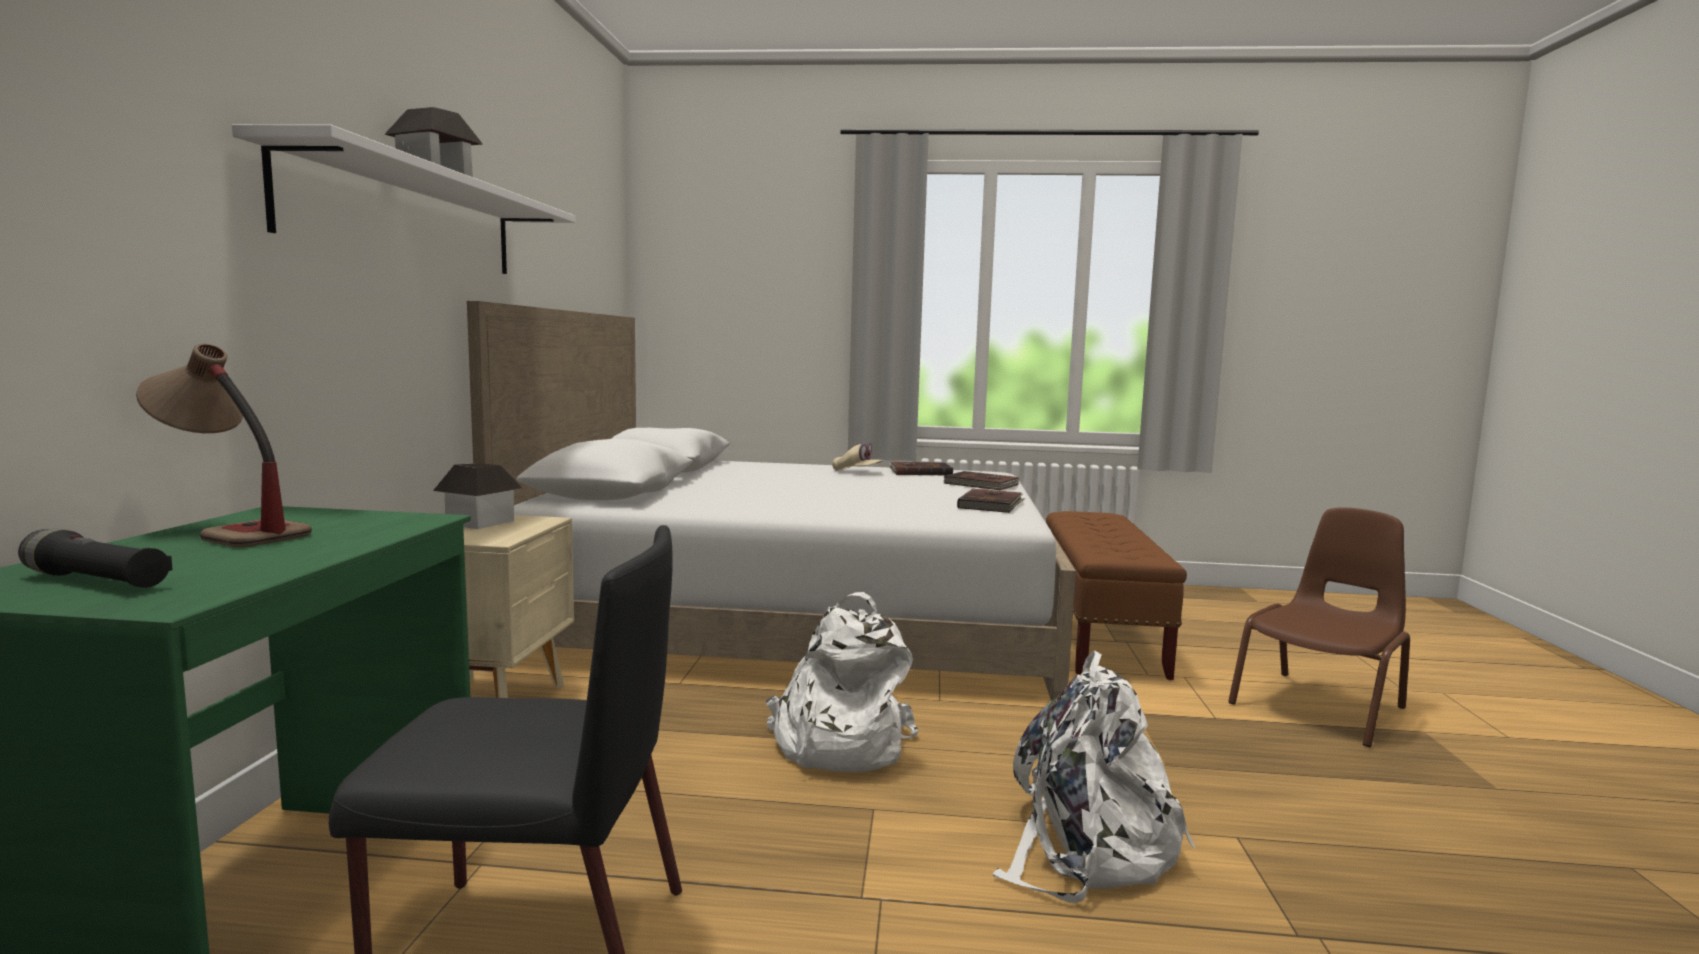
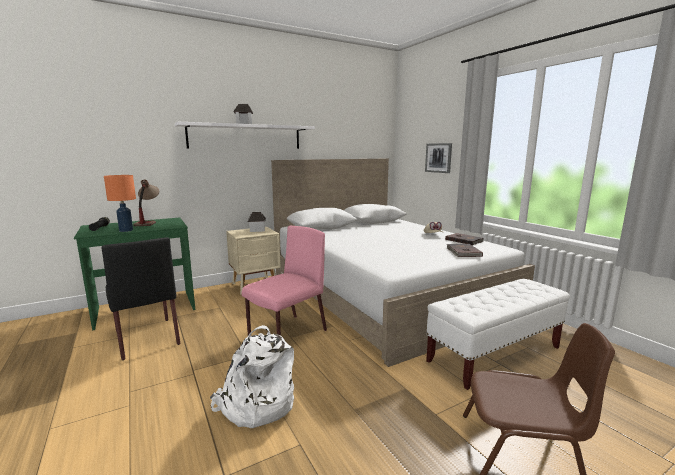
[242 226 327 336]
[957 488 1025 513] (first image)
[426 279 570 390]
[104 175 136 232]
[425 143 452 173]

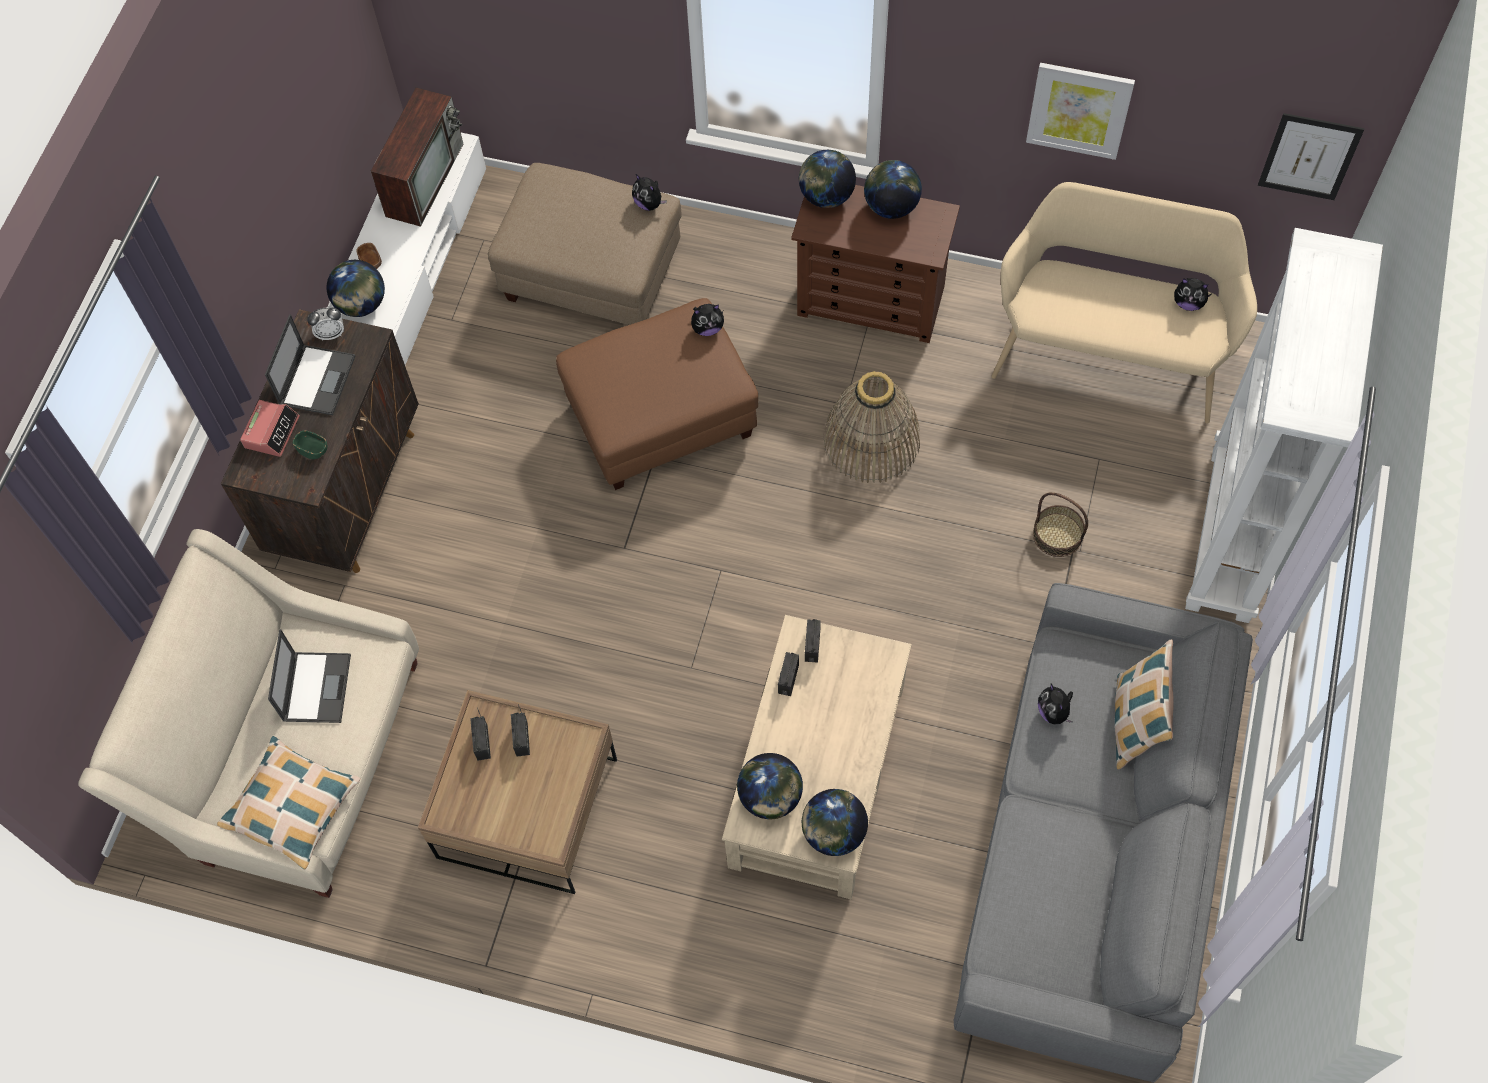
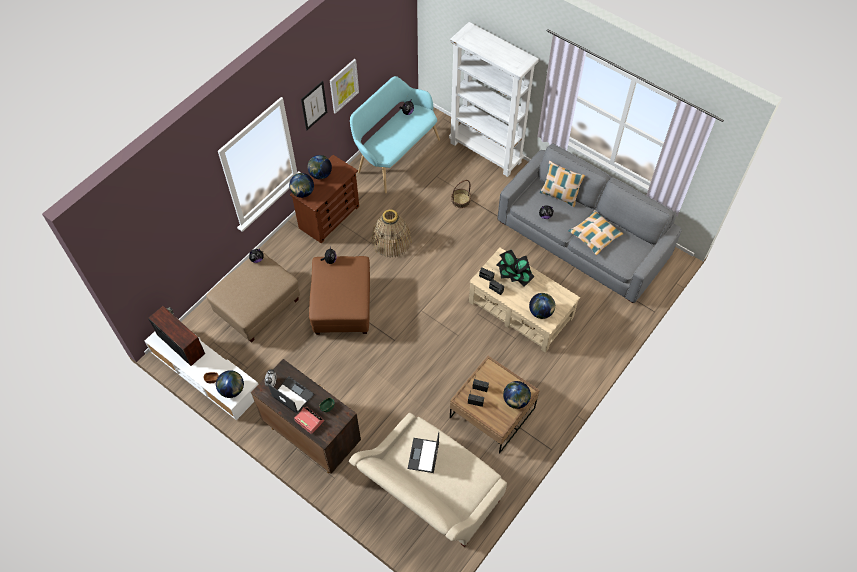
[568 210 623 255]
[408 432 439 473]
[503 381 531 409]
[350 76 440 193]
[301 81 327 130]
[496 250 534 287]

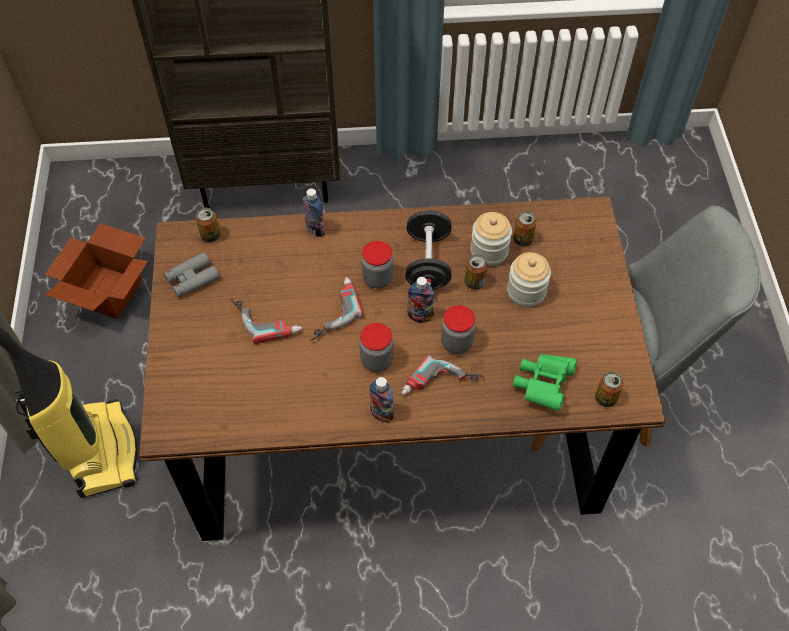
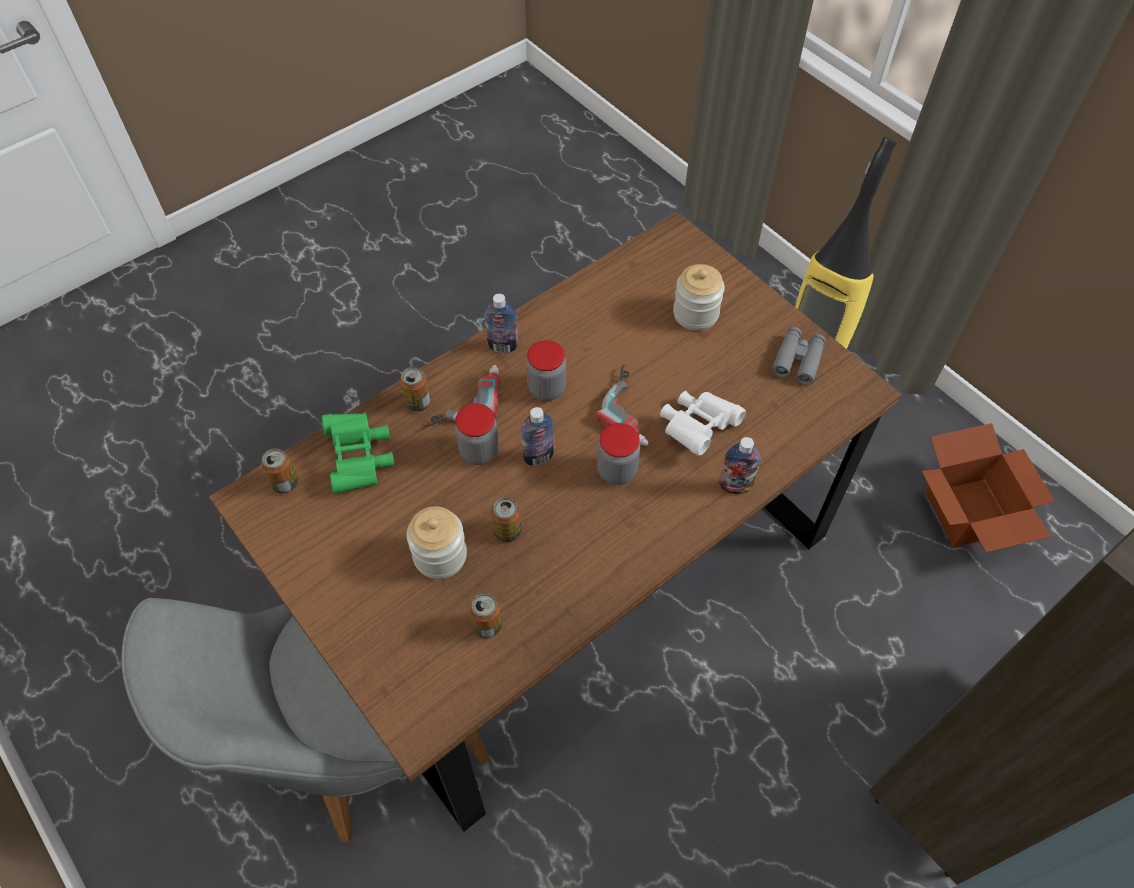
[400 367 430 411]
[231 298 303 344] (first image)
[405 210 452 290] (first image)
[673 264 725 331]
[660 391 746 456]

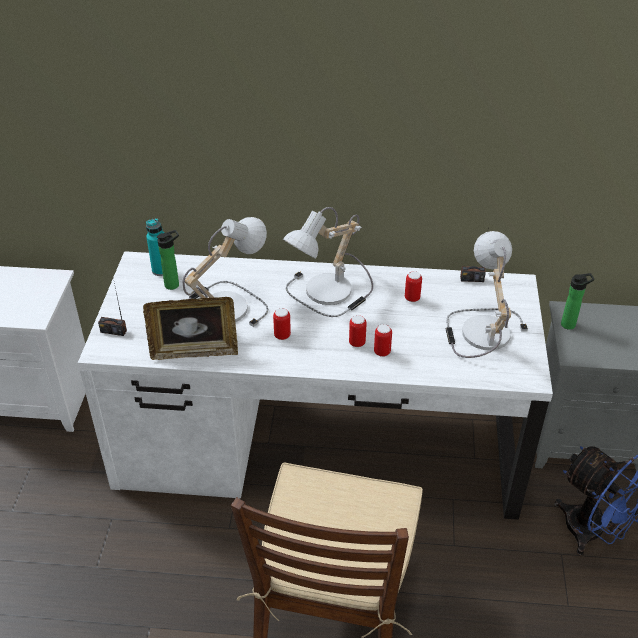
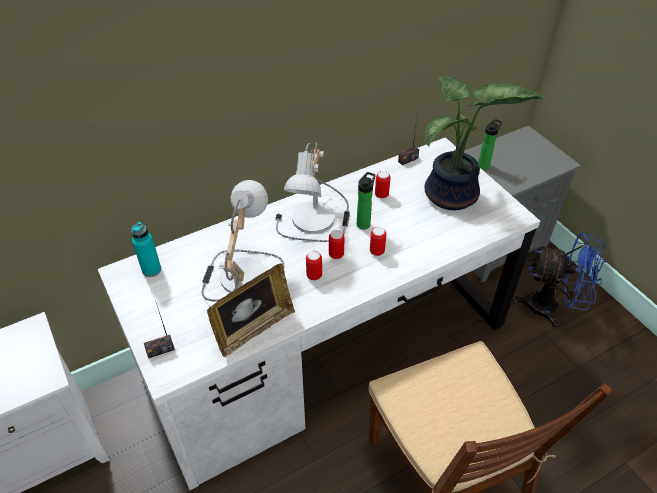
[357 172 375 230]
[329 230 345 259]
[424 77 546 210]

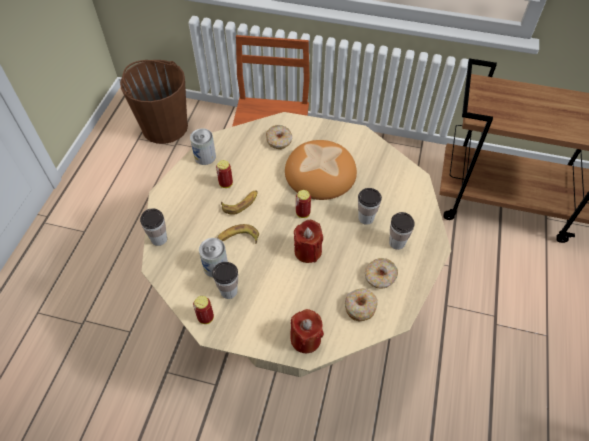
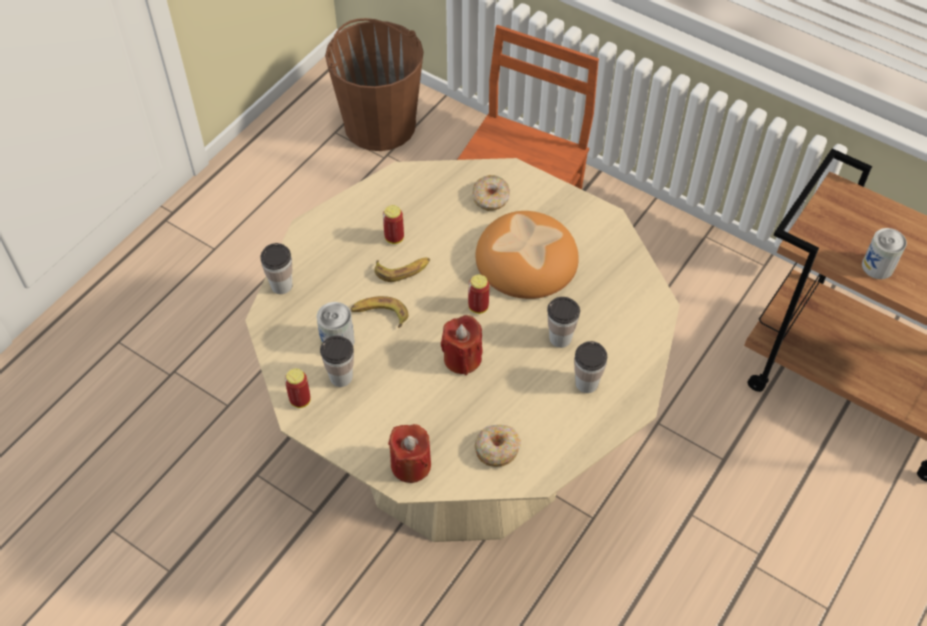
[862 228 907 279]
[365 258 398 289] (first image)

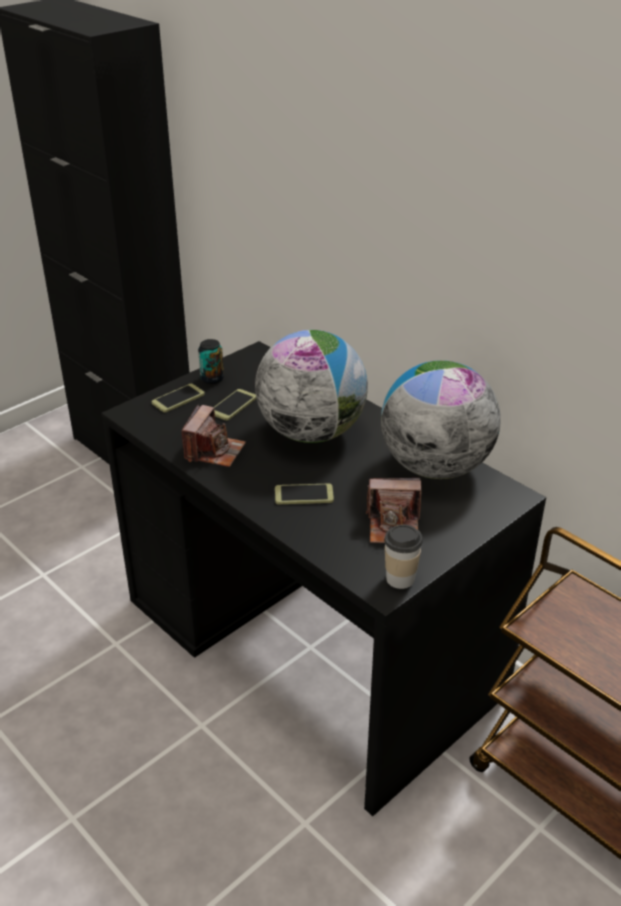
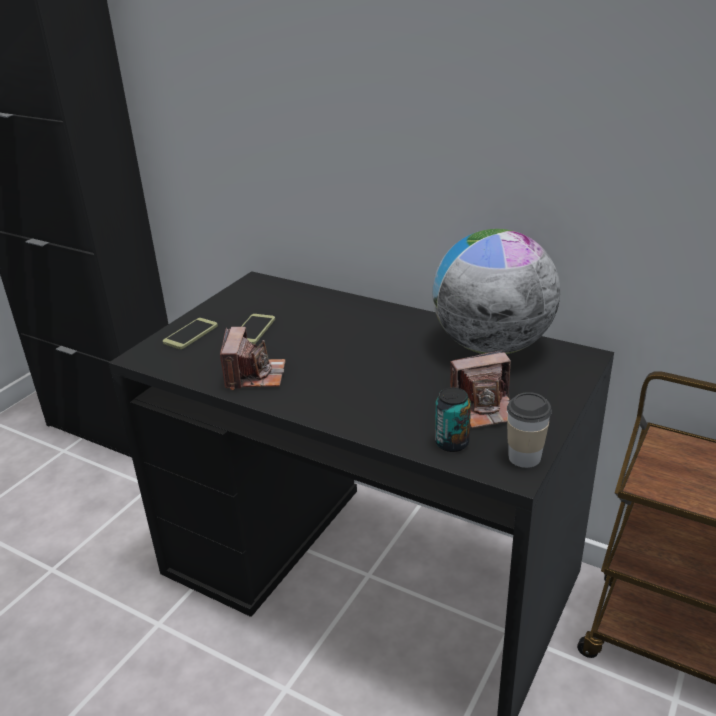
[435 387 471 452]
[255 330 368 443] (first image)
[275 484 334 504] (first image)

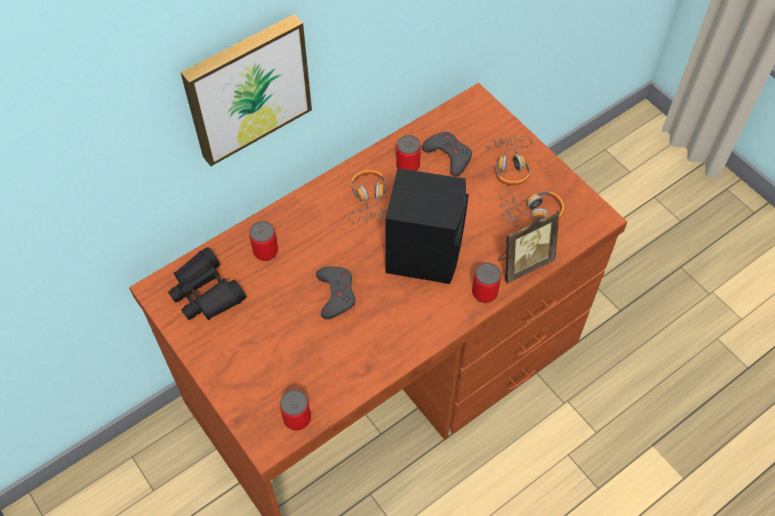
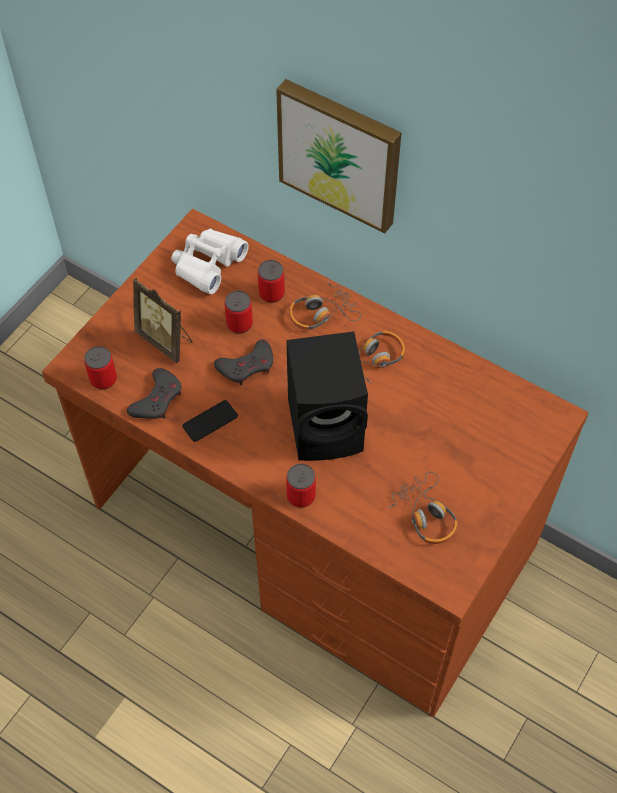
[171 229 249 294]
[224 291 253 334]
[126 368 181 419]
[289 281 361 330]
[133 278 192 363]
[182 400 238 442]

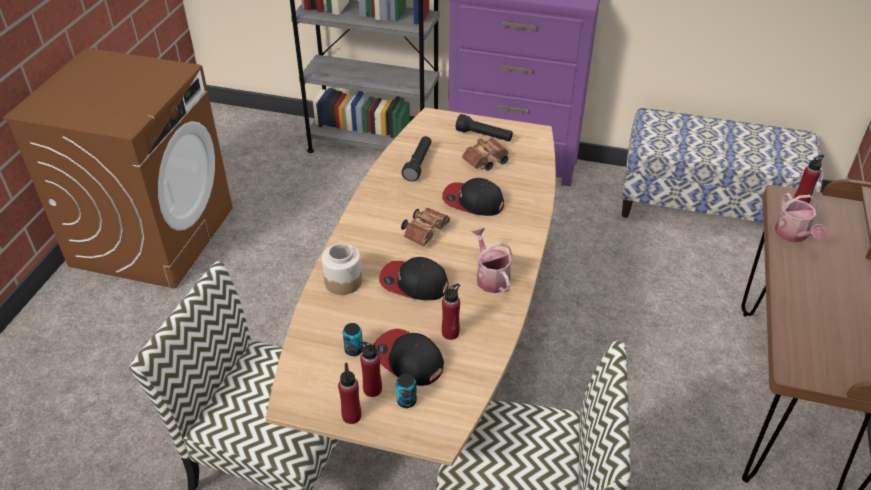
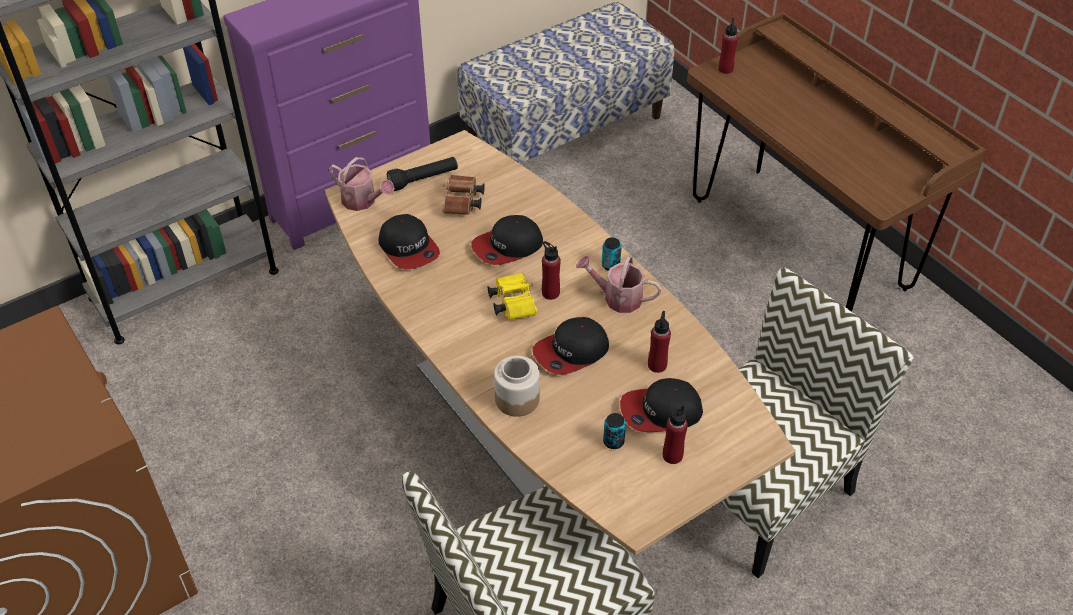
[542 241 561 300]
[602 237 622 271]
[378 214 440 270]
[488 272 537 320]
[329 157 395 211]

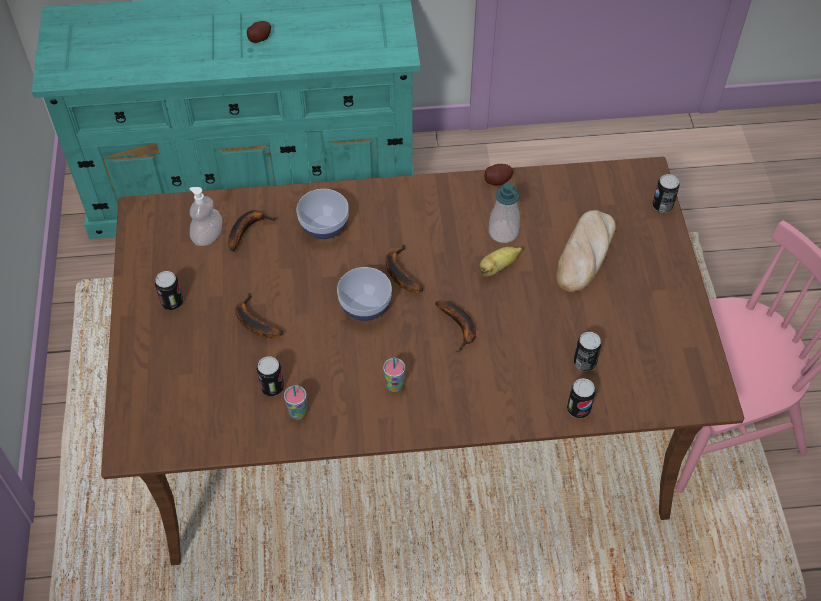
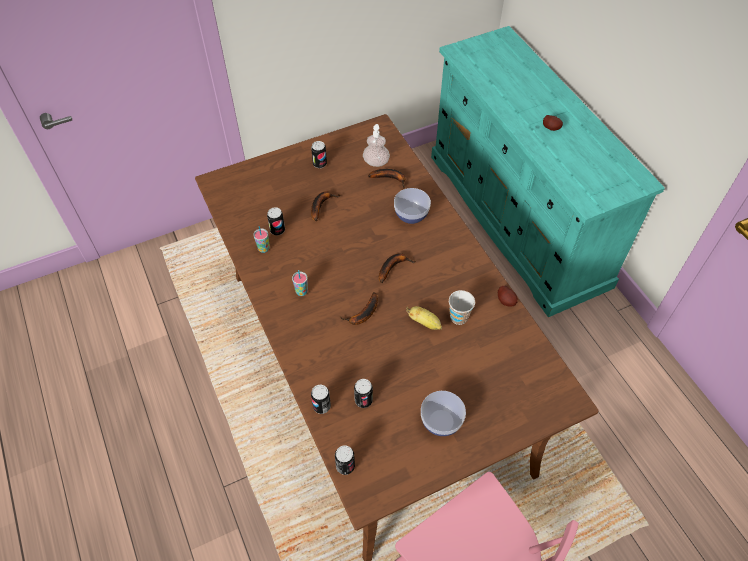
[421 391 466 436]
[449 290 475 325]
[556 210 616 292] (first image)
[335 445 355 475]

